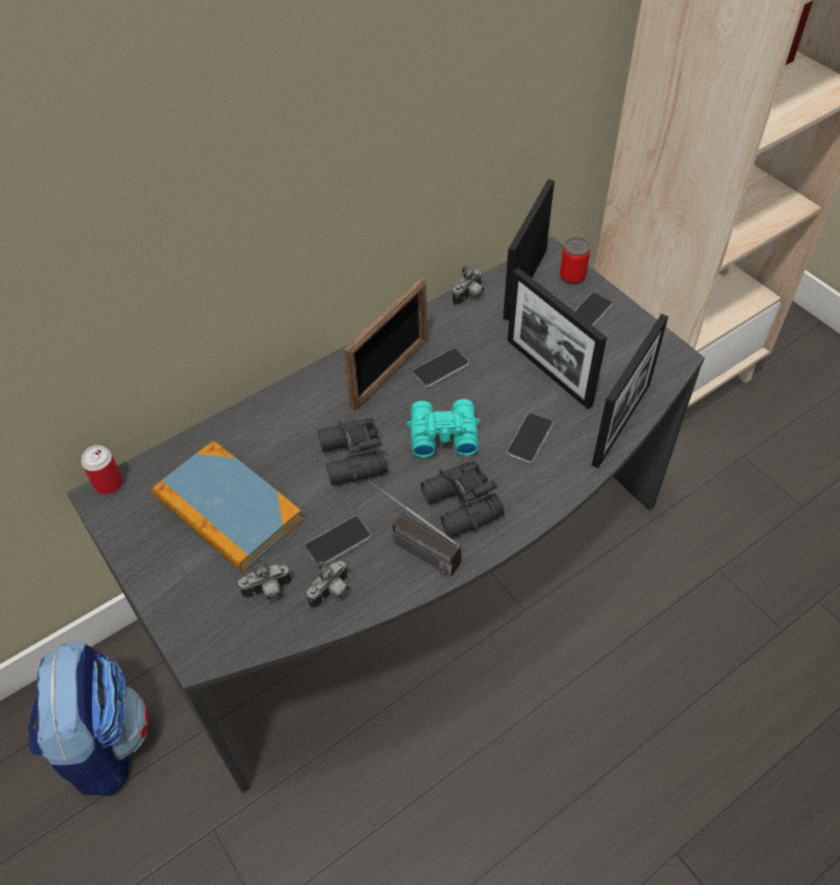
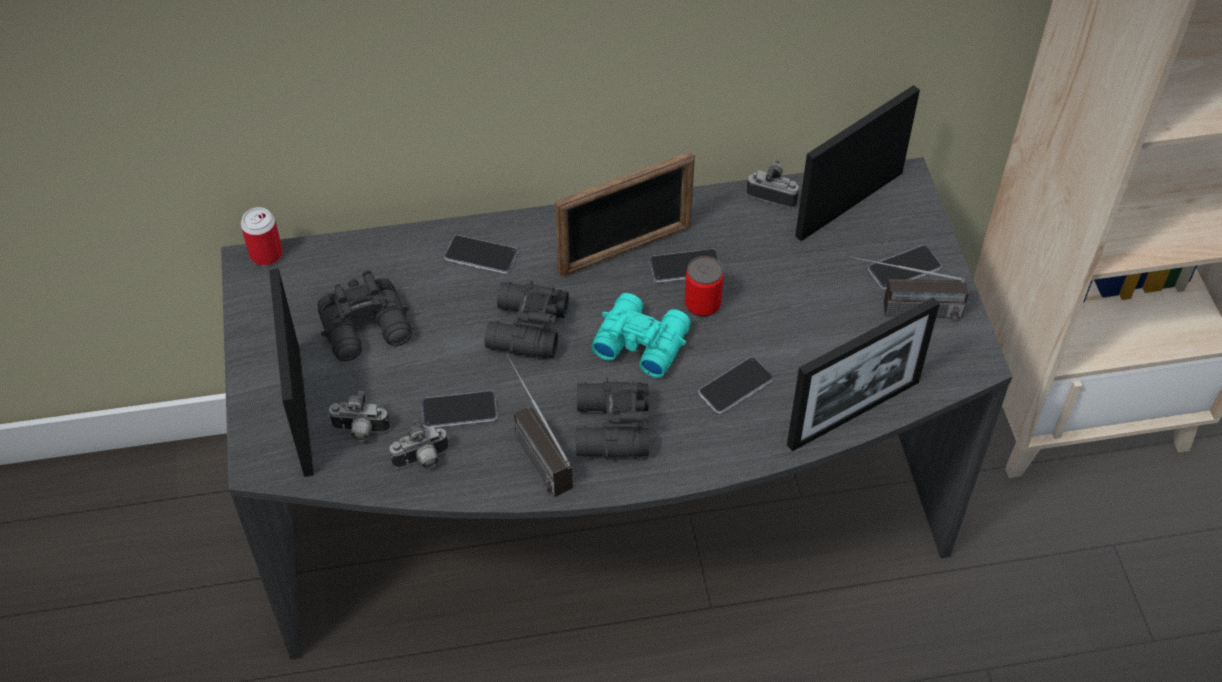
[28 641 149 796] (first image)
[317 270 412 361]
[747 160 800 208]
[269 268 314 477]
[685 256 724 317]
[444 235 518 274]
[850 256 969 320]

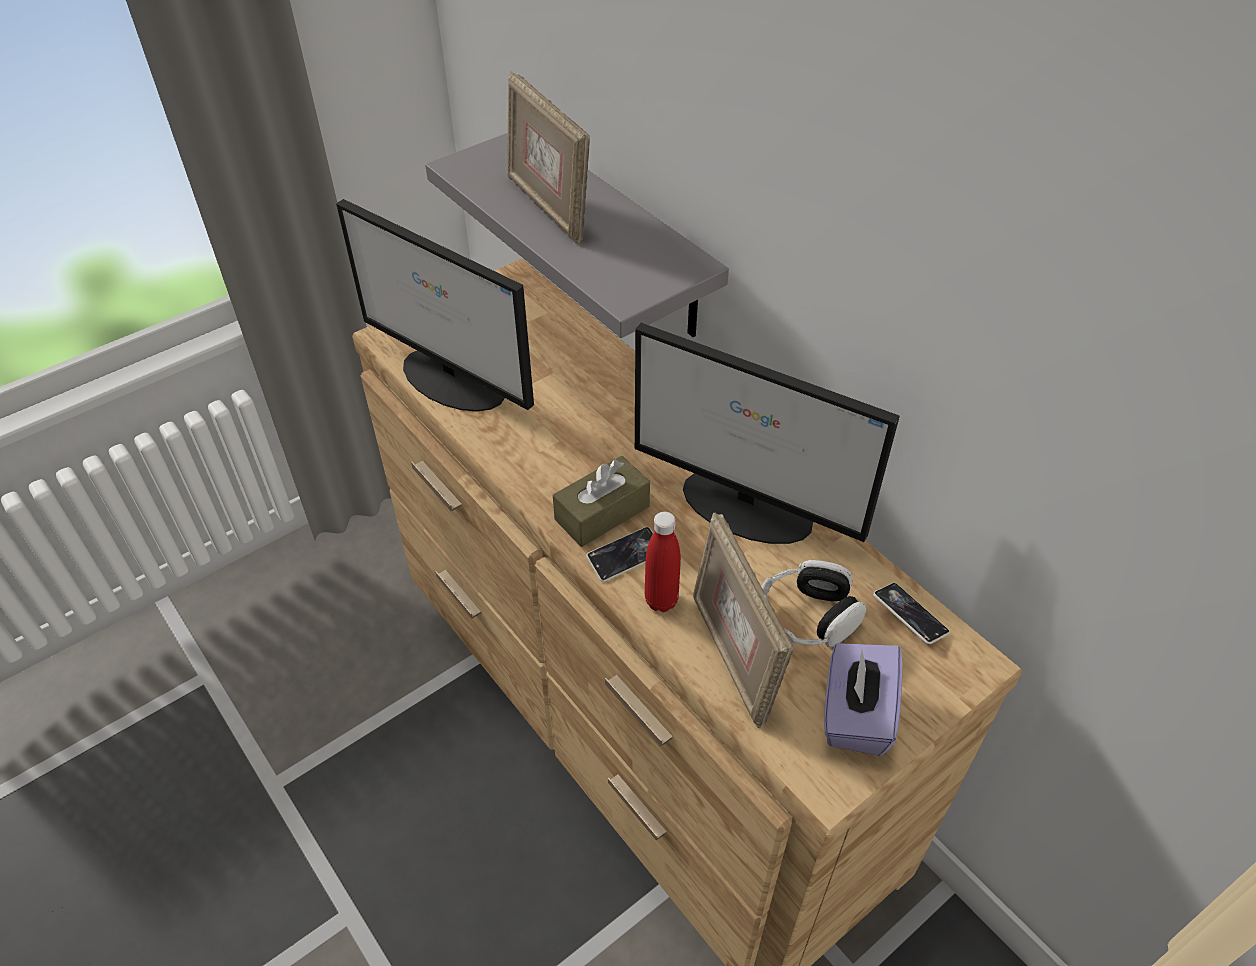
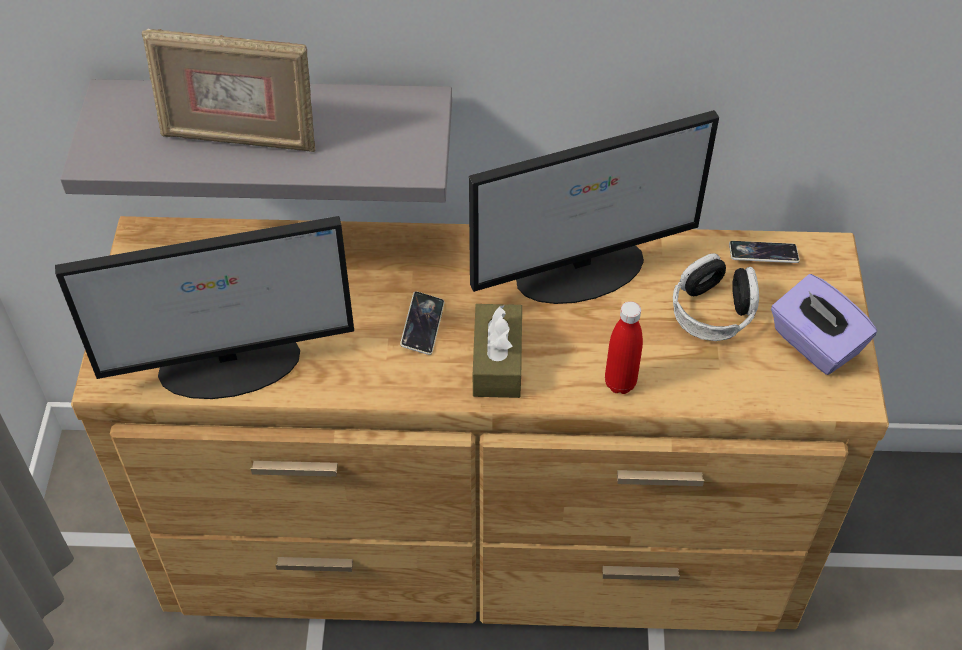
[400 291 444 355]
[693 512 794 729] (first image)

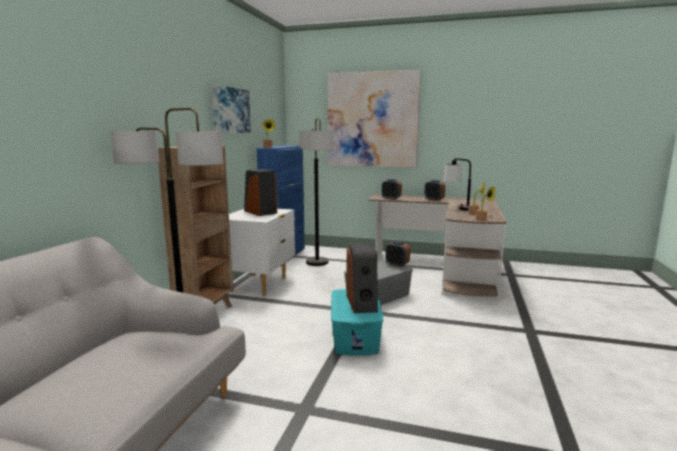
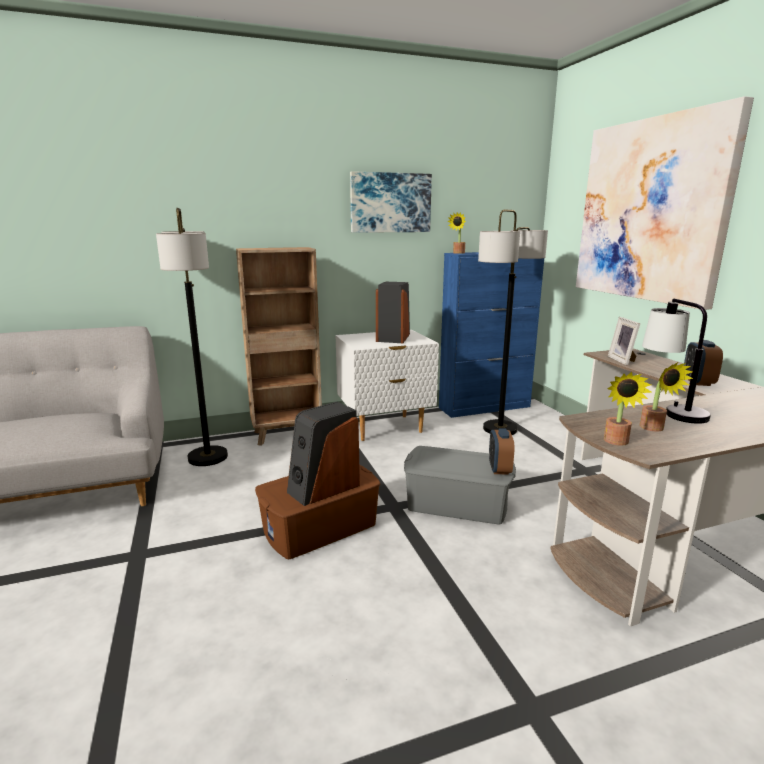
[255 465 380 560]
[608 317 640 366]

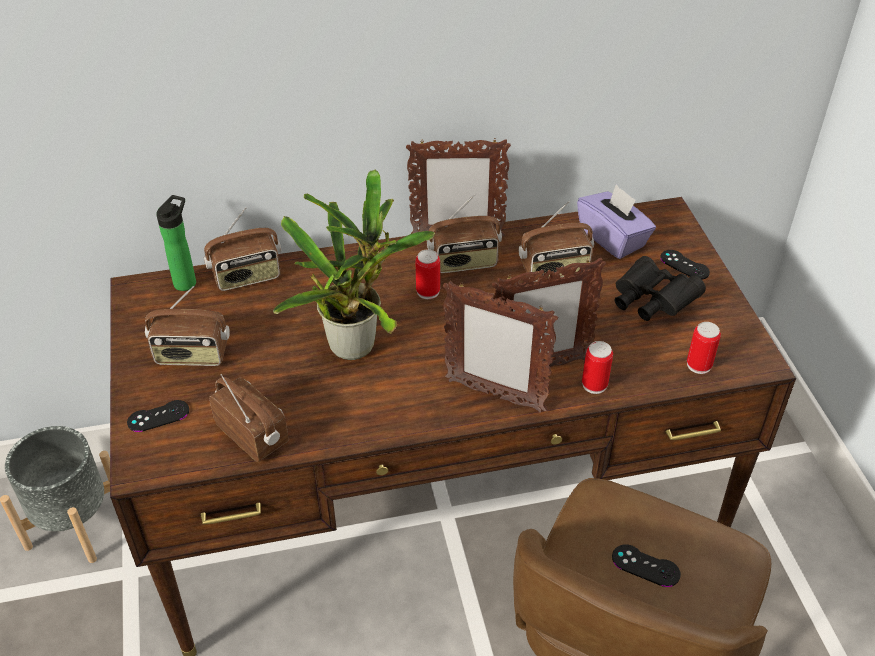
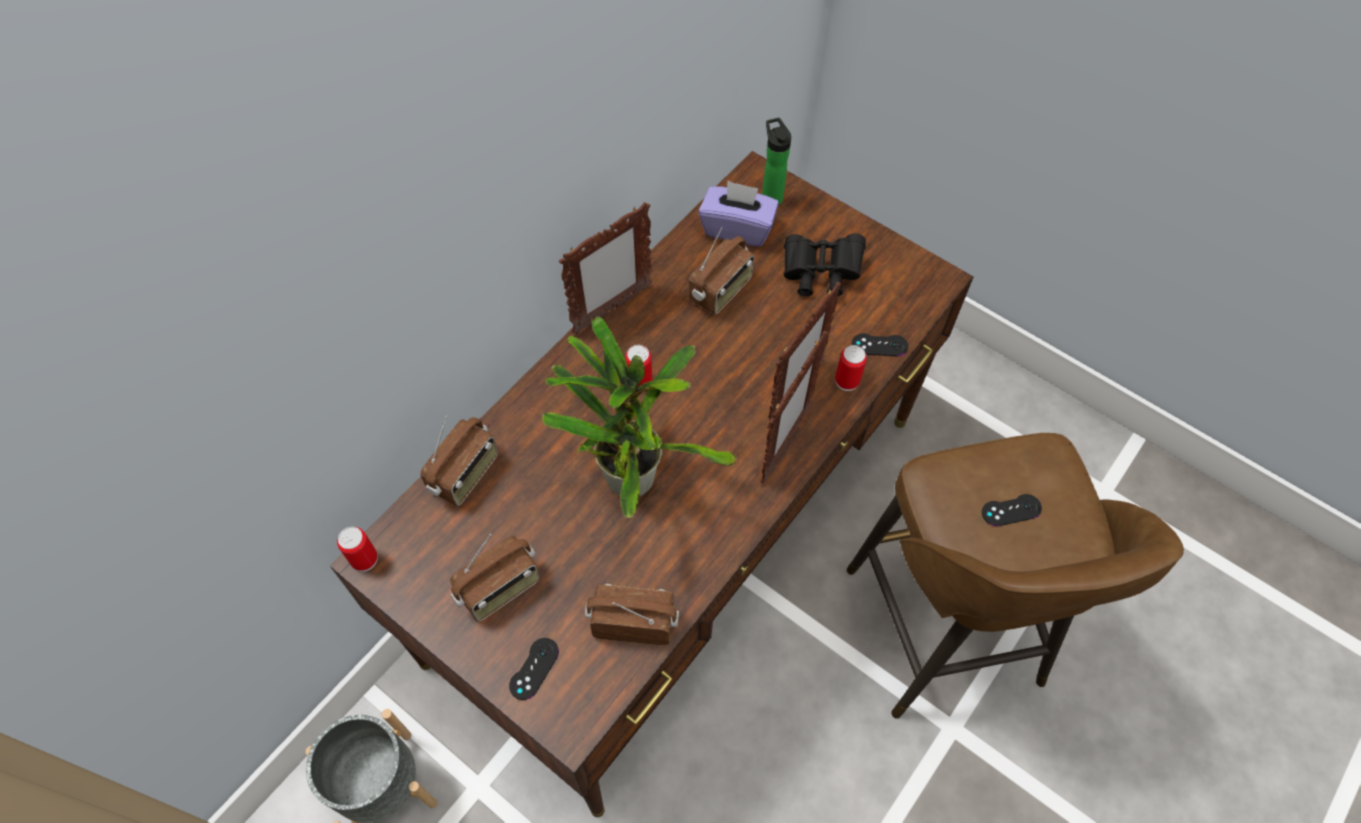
[762 118 791 206]
[427 194 502 274] (first image)
[761 331 828 483]
[852 333 908 356]
[337 527 378 572]

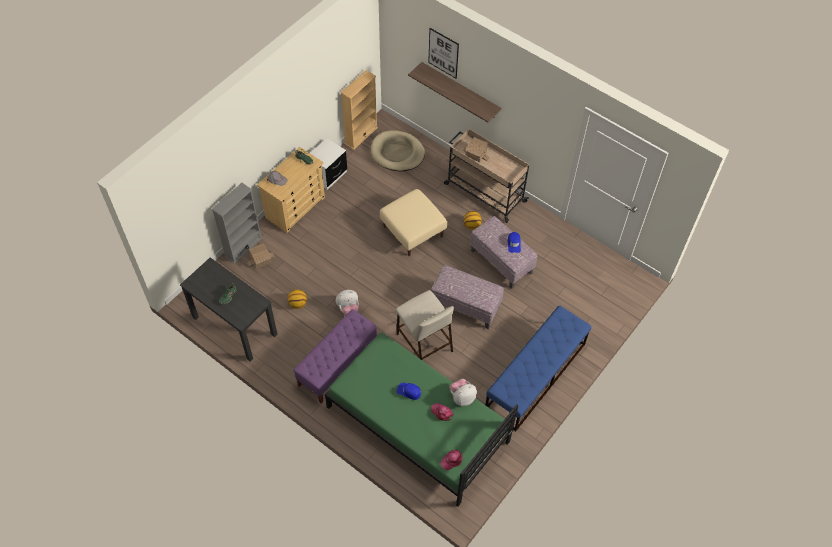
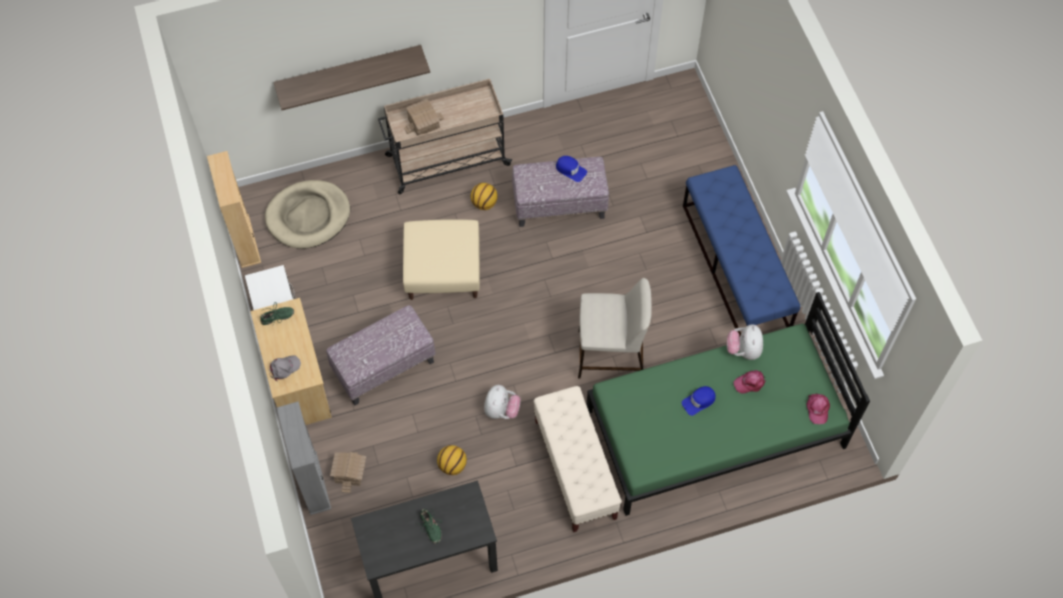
[534 386 622 532]
[428 28 459 78] (first image)
[326 305 436 406]

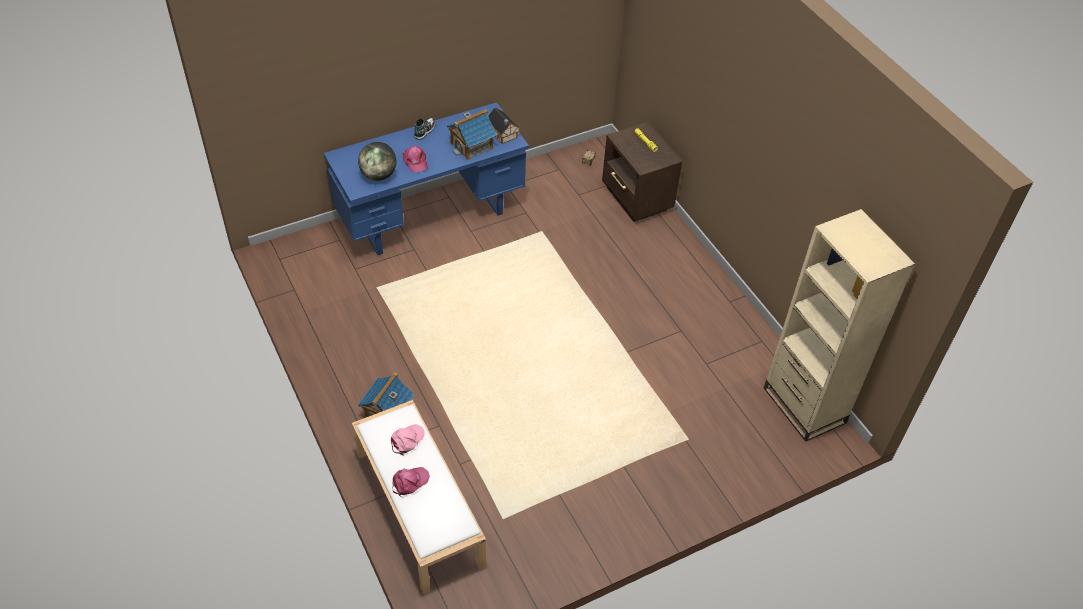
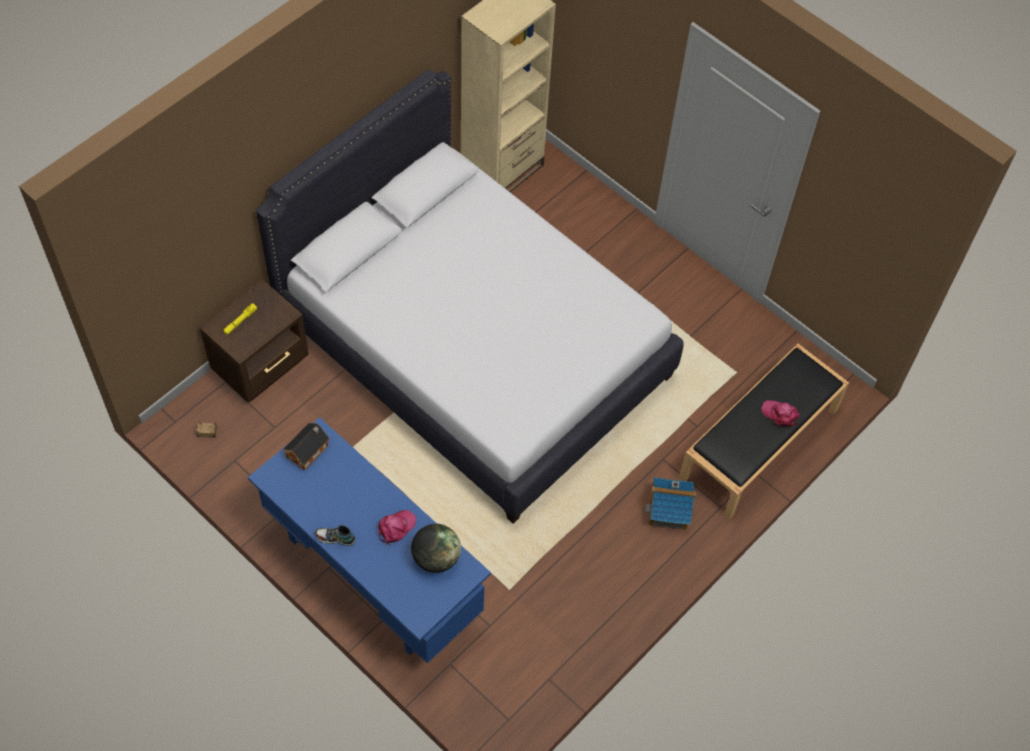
[679 344 849 520]
[391 424 425 456] (first image)
[447 109 497 160] (first image)
[256 69 683 524]

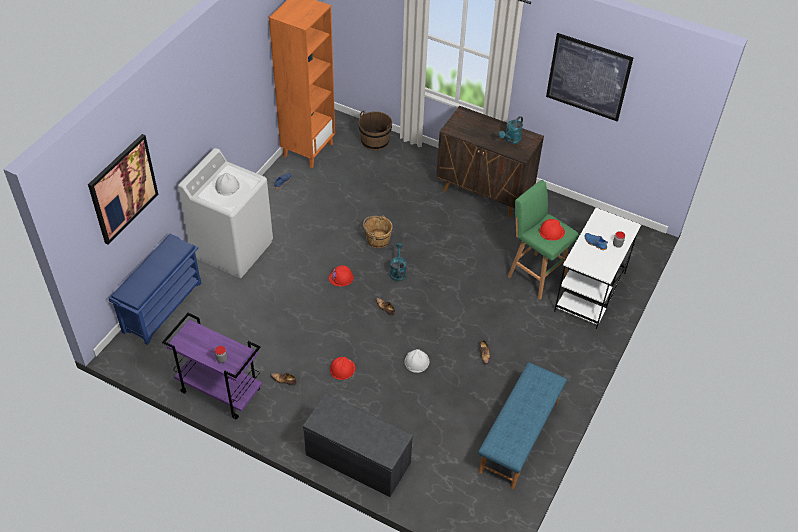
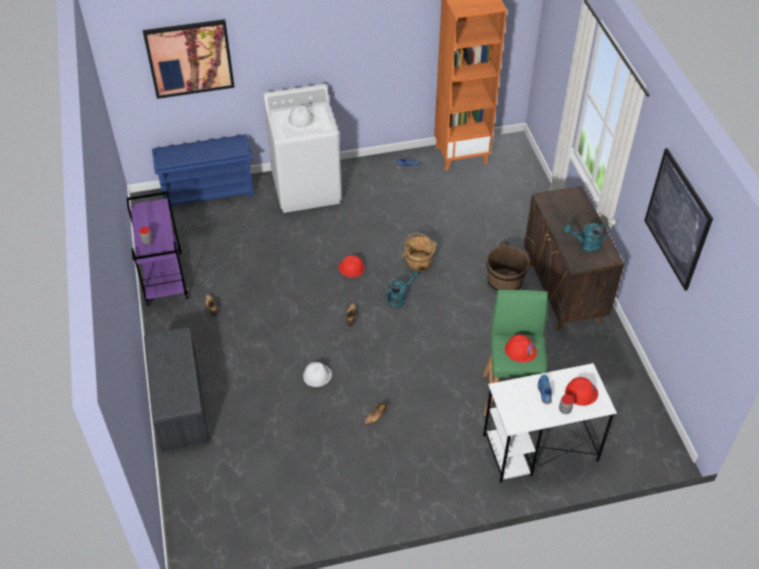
[565 377 598 406]
[487 241 529 292]
[478 362 567 489] (first image)

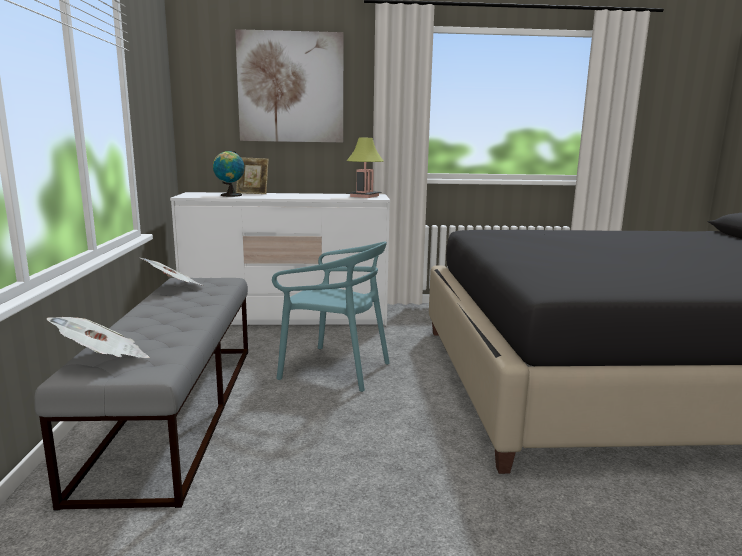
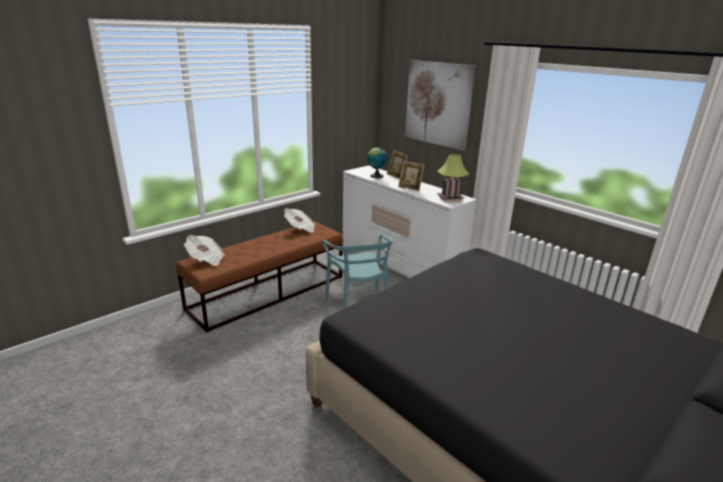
[176 221 343 333]
[398 161 425 191]

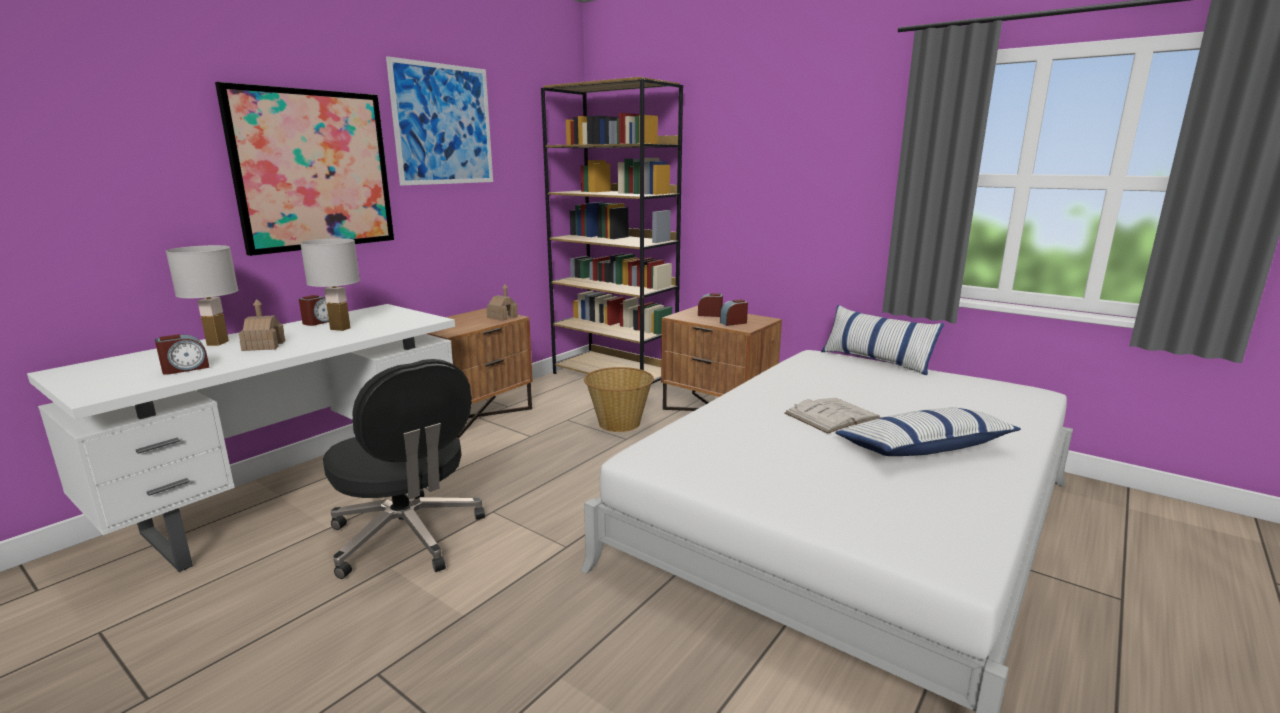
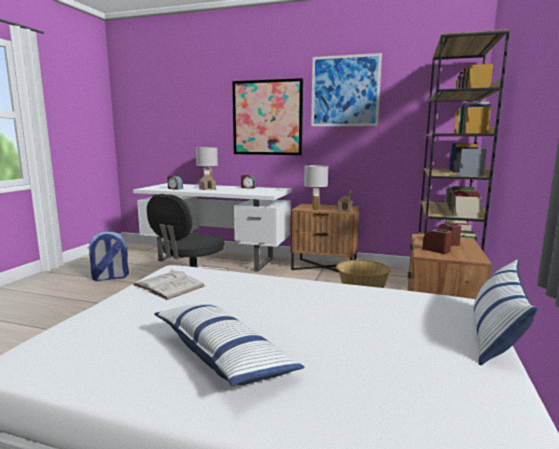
[304 165 328 210]
[133 269 205 300]
[88 232 129 281]

